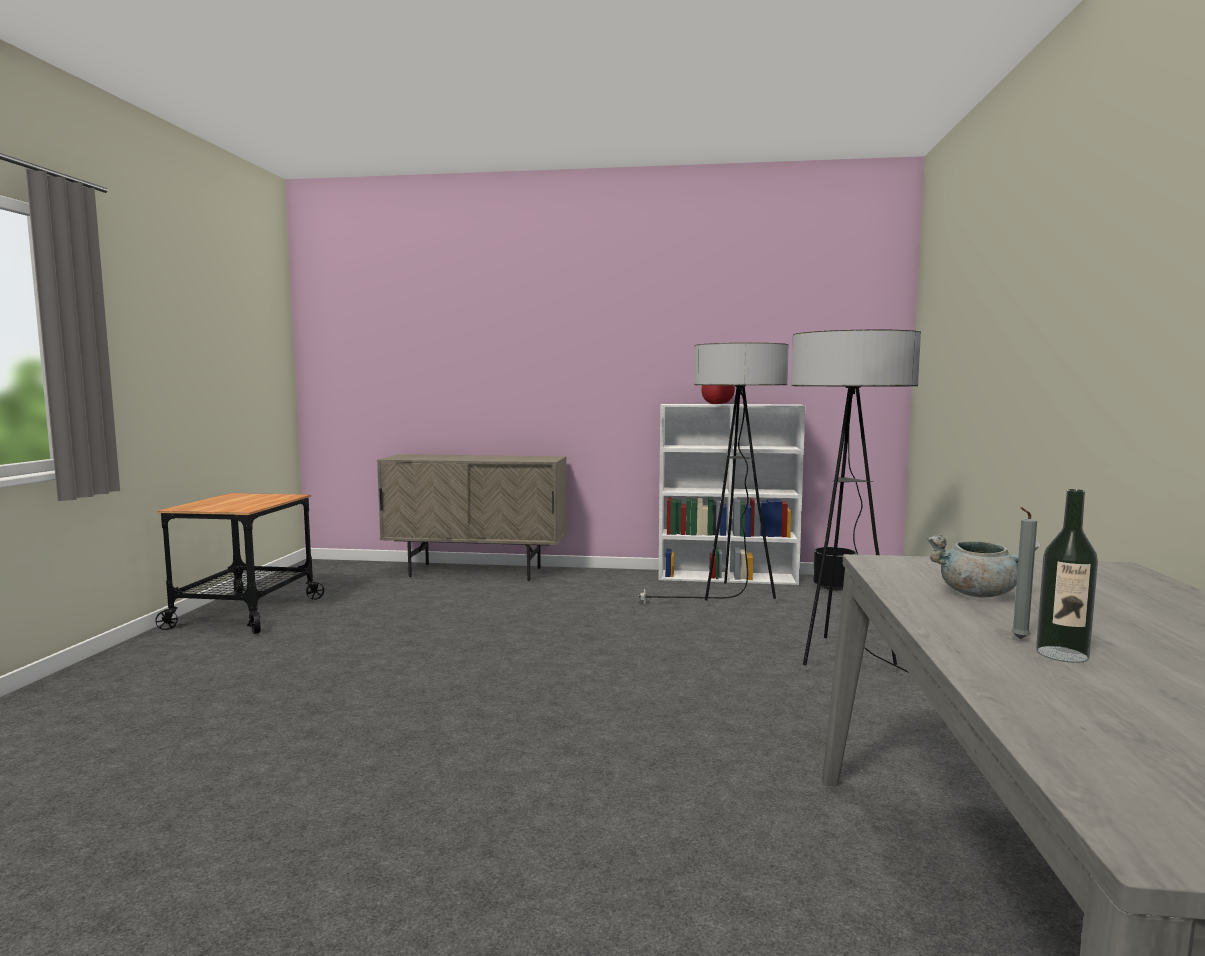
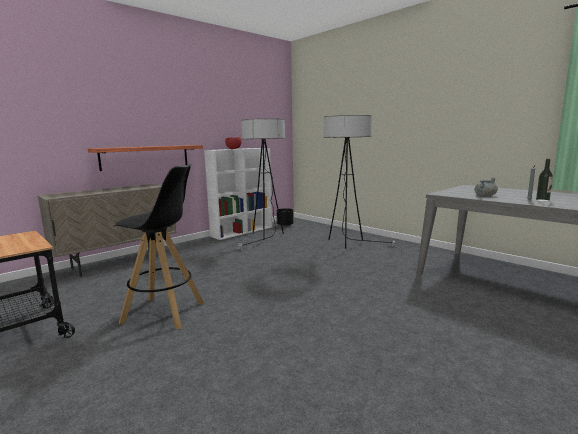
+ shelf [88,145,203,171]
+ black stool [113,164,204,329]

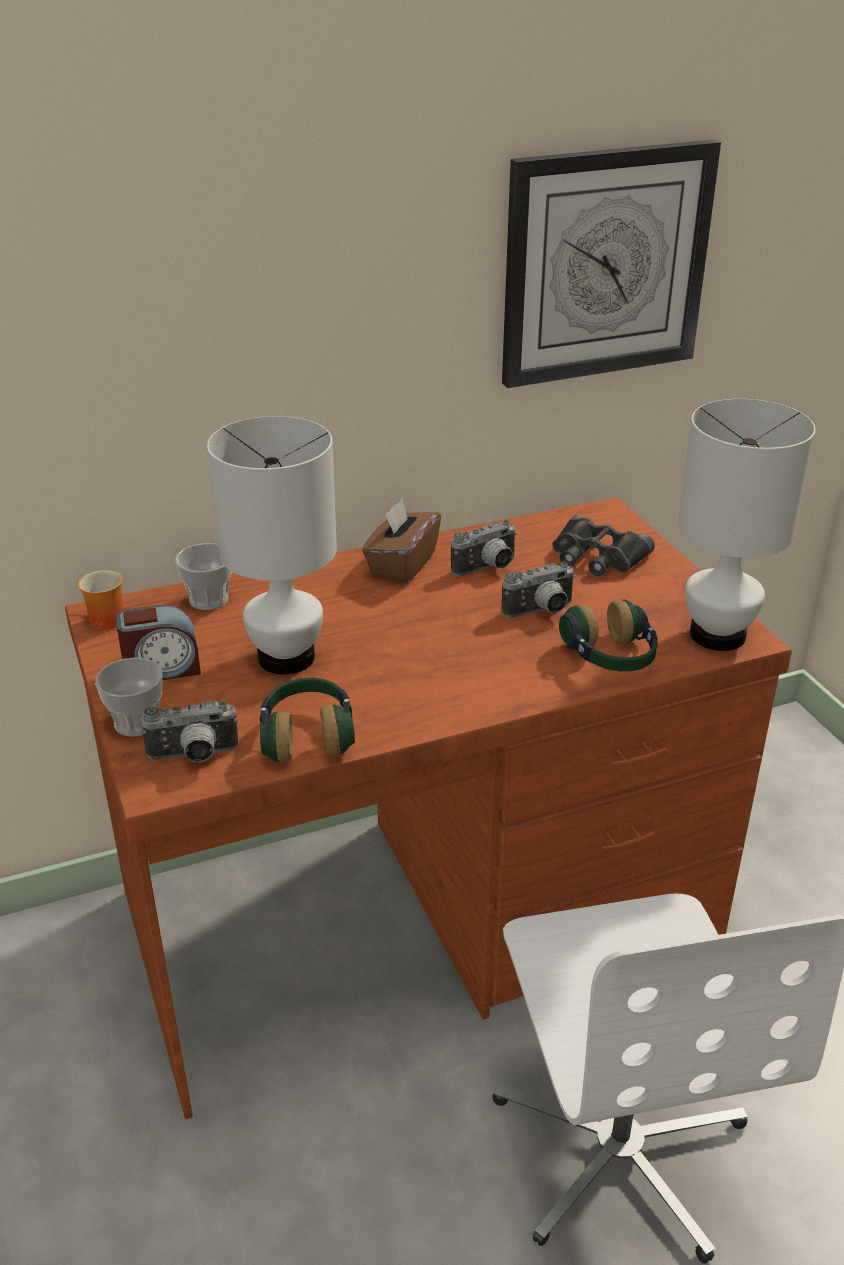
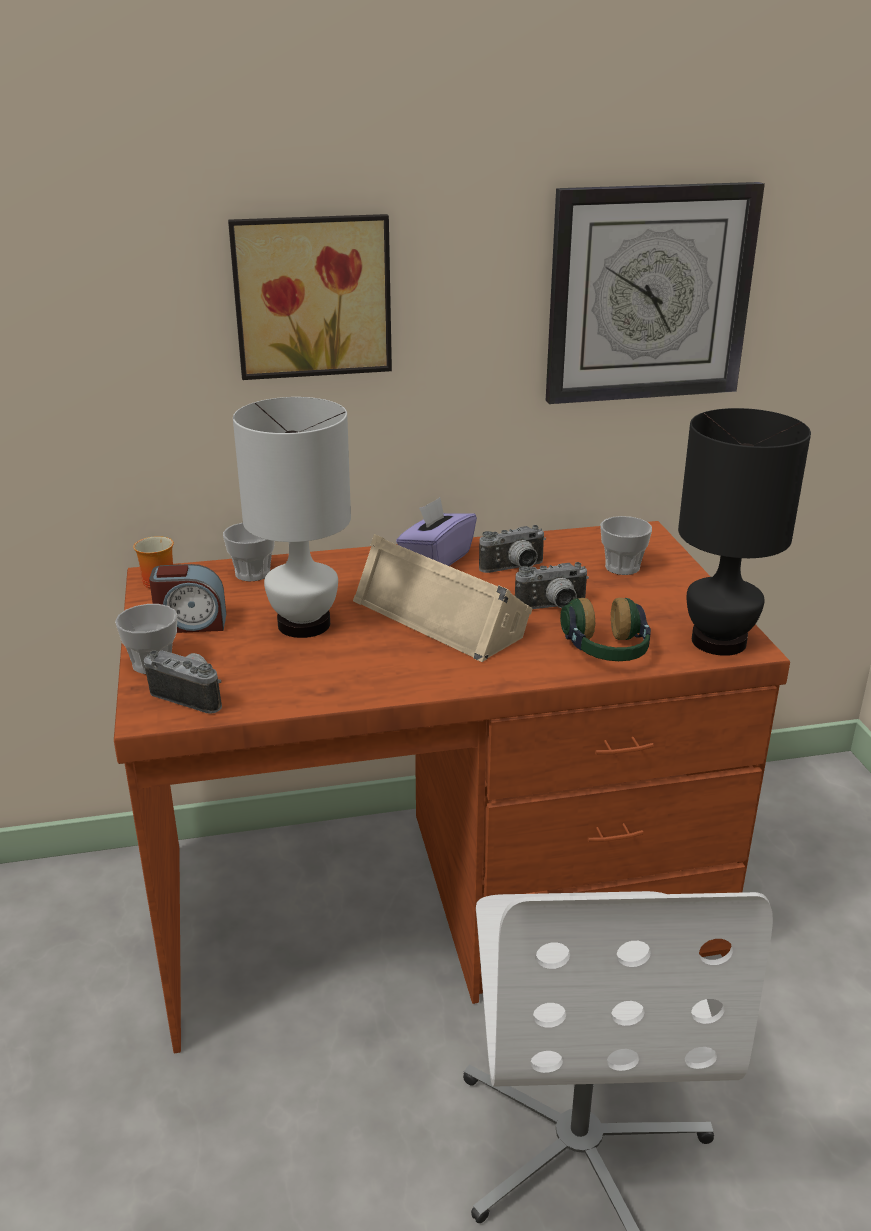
~ photo camera [141,701,238,762] = [144,650,222,713] 150 degrees counterclockwise
+ picture [228,214,392,380]
+ beige speaker [353,534,532,662]
~ brown tissue box [362,498,441,583] to purple tissue box [396,497,477,566]
~ black binoculars [552,515,655,576] to cup [600,516,652,575]
~ white table lamp [678,399,816,651] to black table lamp [678,408,811,656]
- headphones [260,678,355,762]

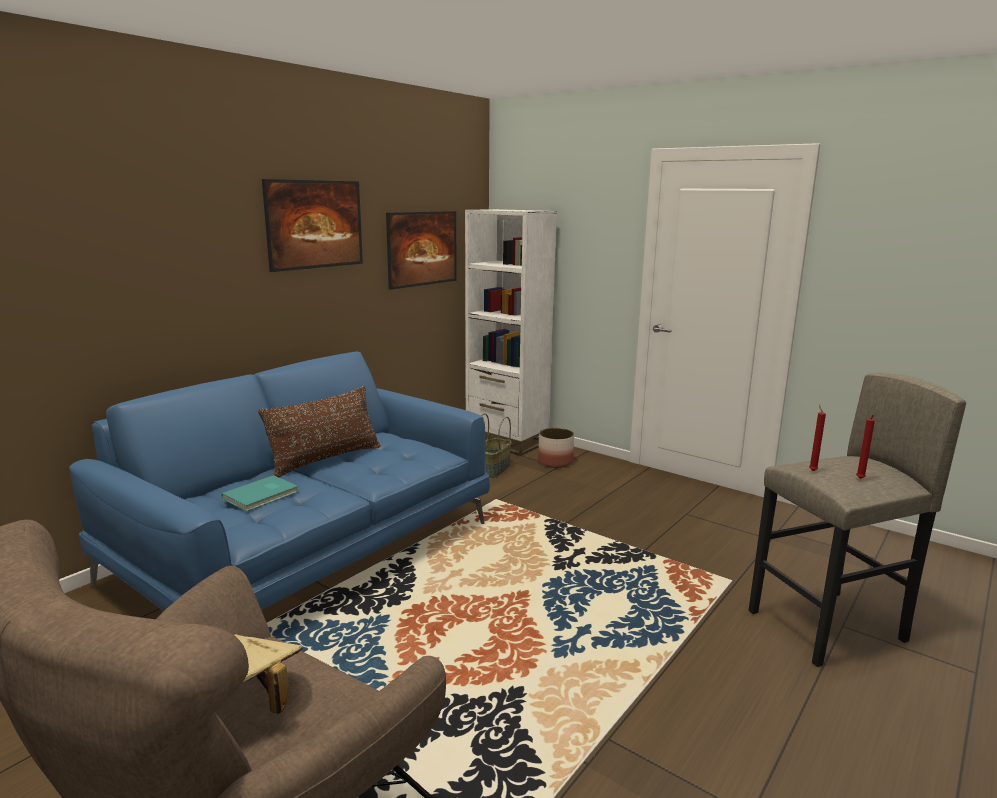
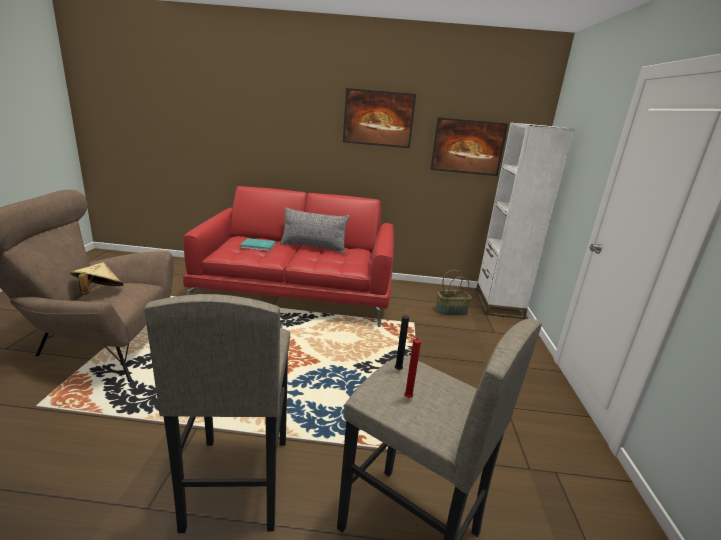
+ grey stool [144,294,290,533]
~ blue sofa [69,351,490,611] to red sofa [183,186,394,327]
~ brown pillow [258,386,380,477] to grey pillow [280,208,350,253]
~ red candle [809,405,826,471] to black candle [395,309,412,370]
- planter [538,428,574,468]

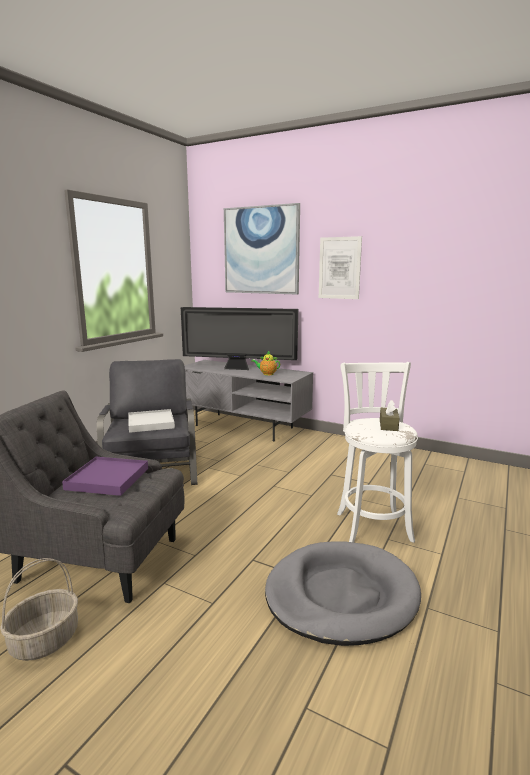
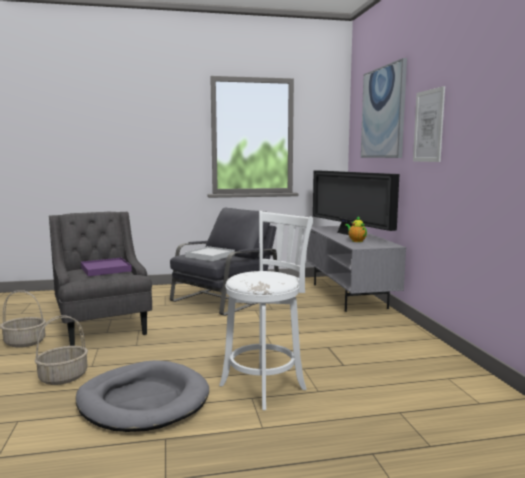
+ basket [35,315,88,385]
- brown tissue box [380,400,399,431]

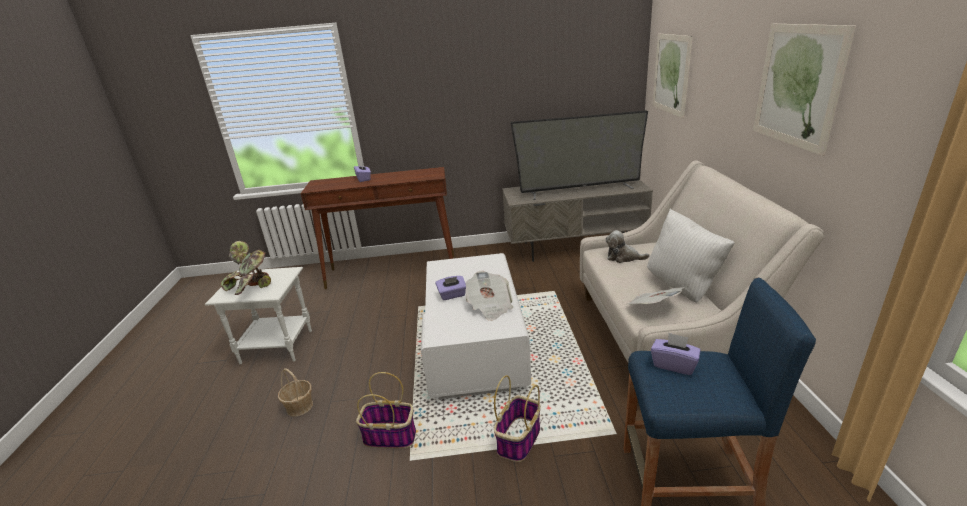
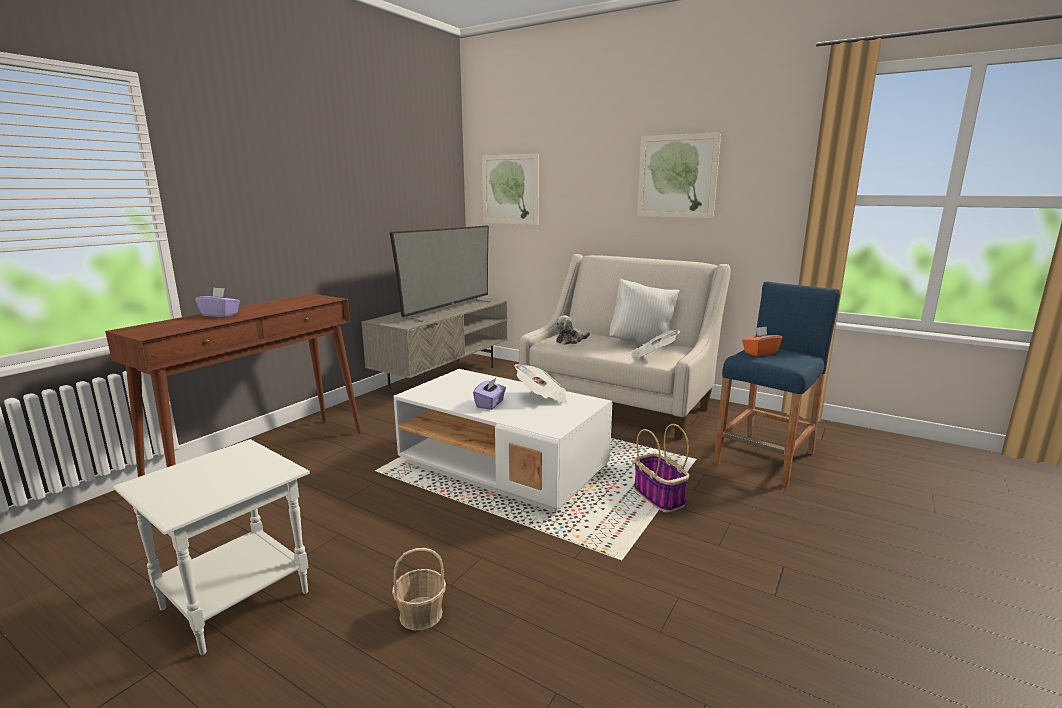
~ purple tissue box [651,333,701,375] to orange tissue box [742,326,782,356]
- potted plant [221,241,271,295]
- basket [356,372,416,448]

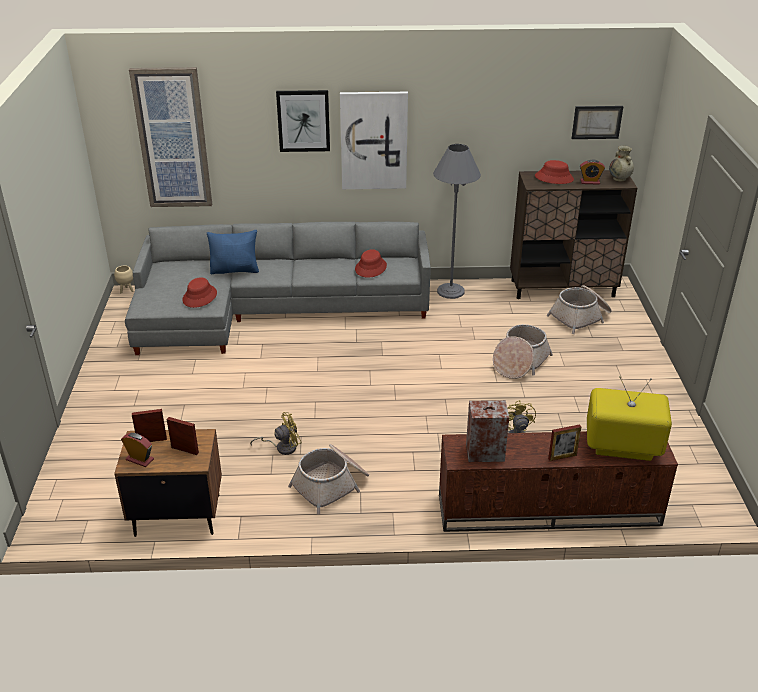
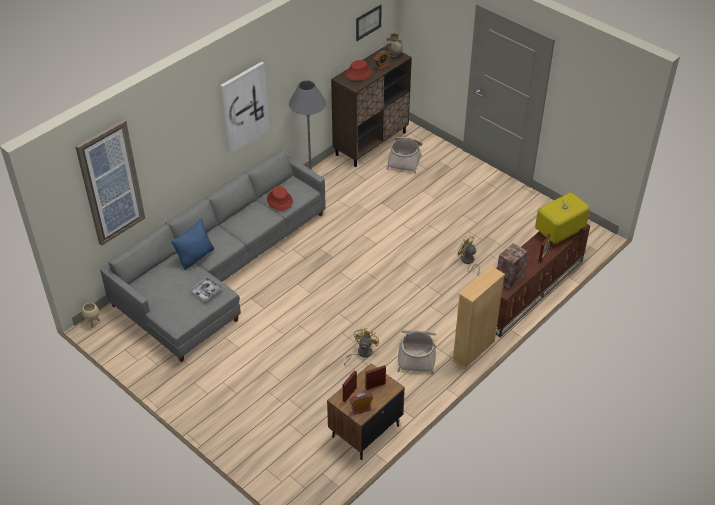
~ red hat [182,277,217,308] to tray [189,277,223,301]
+ beige bookcase [452,266,505,369]
- picture [276,90,330,152]
- basket [493,324,553,379]

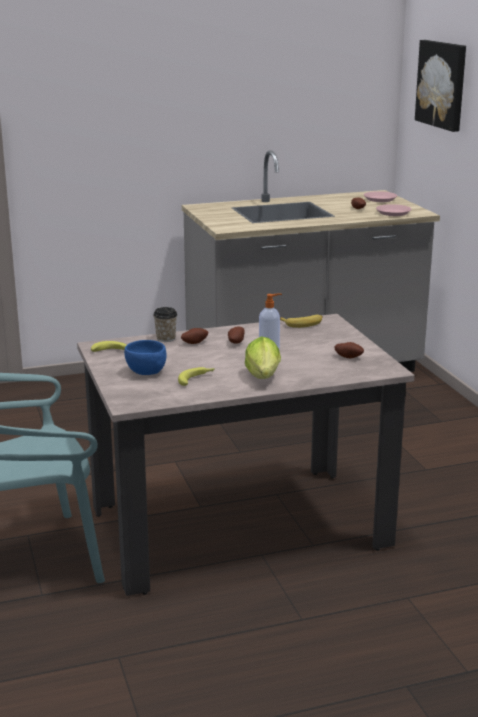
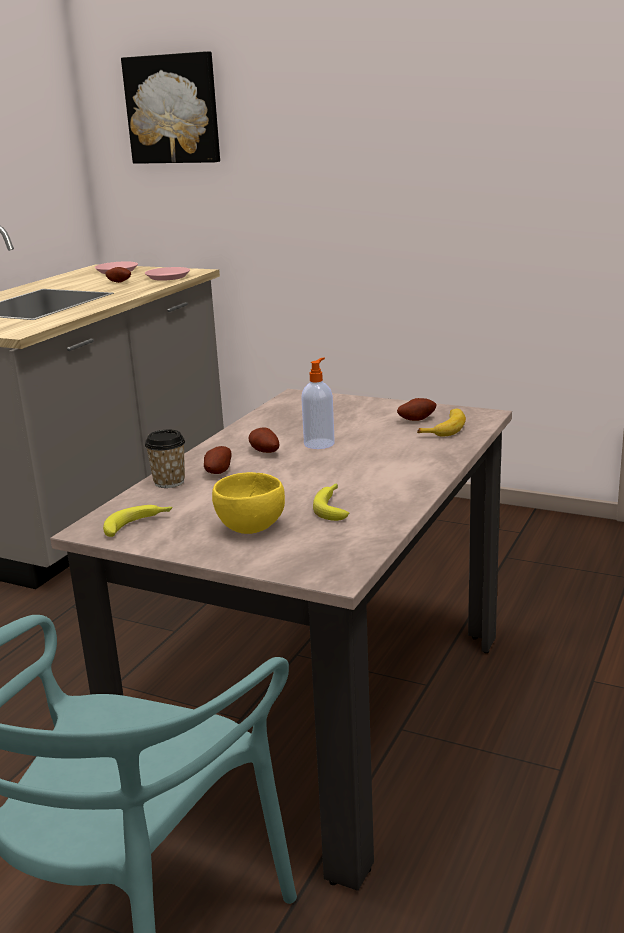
~ blue bowl [124,340,167,375] to yellow bowl [212,472,285,534]
~ banana [280,315,323,328] to [417,409,466,437]
- lettuce [245,336,281,379]

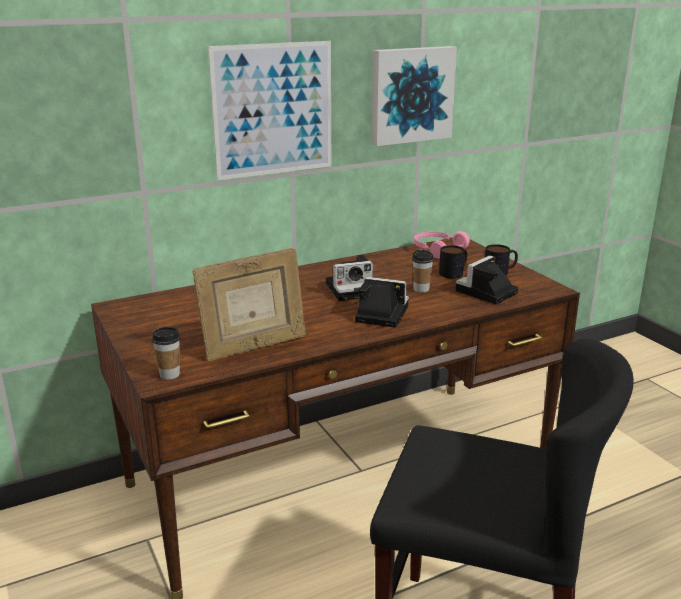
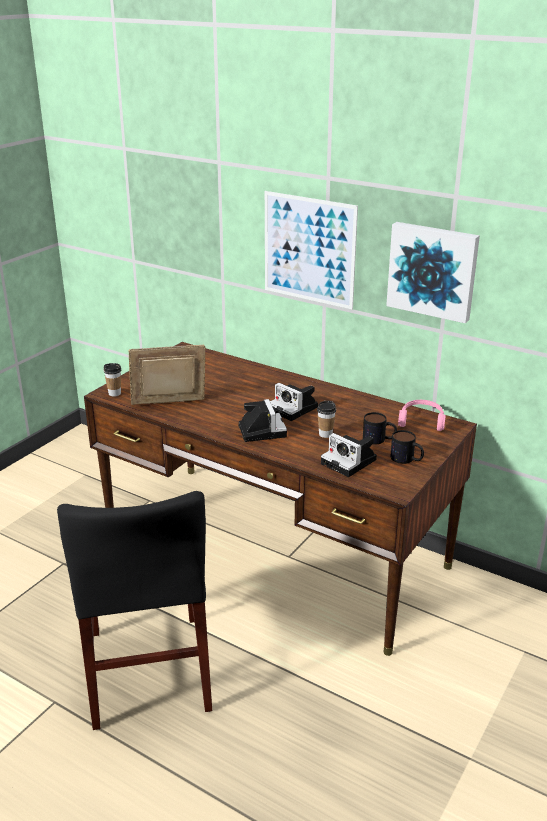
~ picture frame [192,248,306,361] = [128,345,206,405] 135 degrees clockwise
~ photo camera [456,256,518,304] = [321,433,377,477] 150 degrees counterclockwise

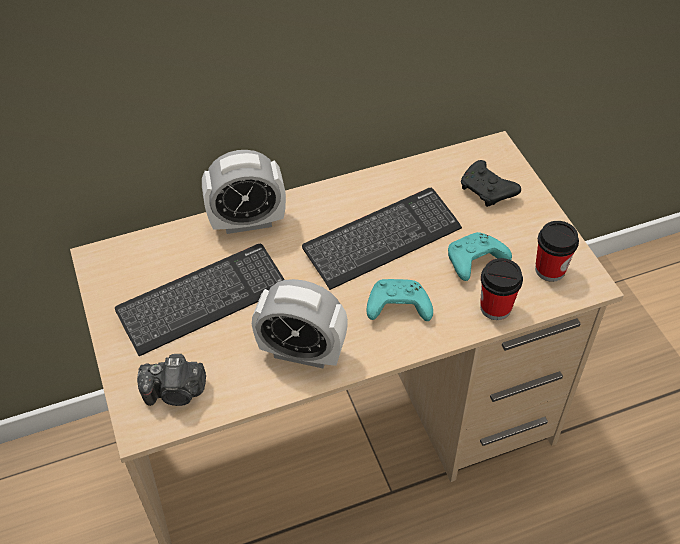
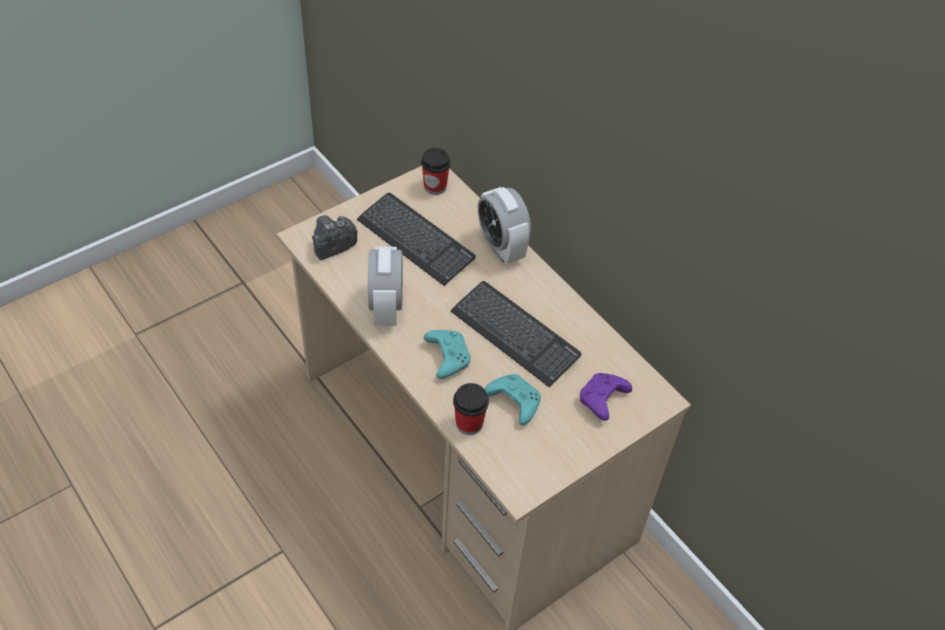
~ photo camera [137,354,206,406] = [312,215,358,260] 75 degrees clockwise
~ cup [535,221,579,282] to [421,148,451,195]
~ black game controller [461,160,521,207] to purple game controller [580,373,632,421]

